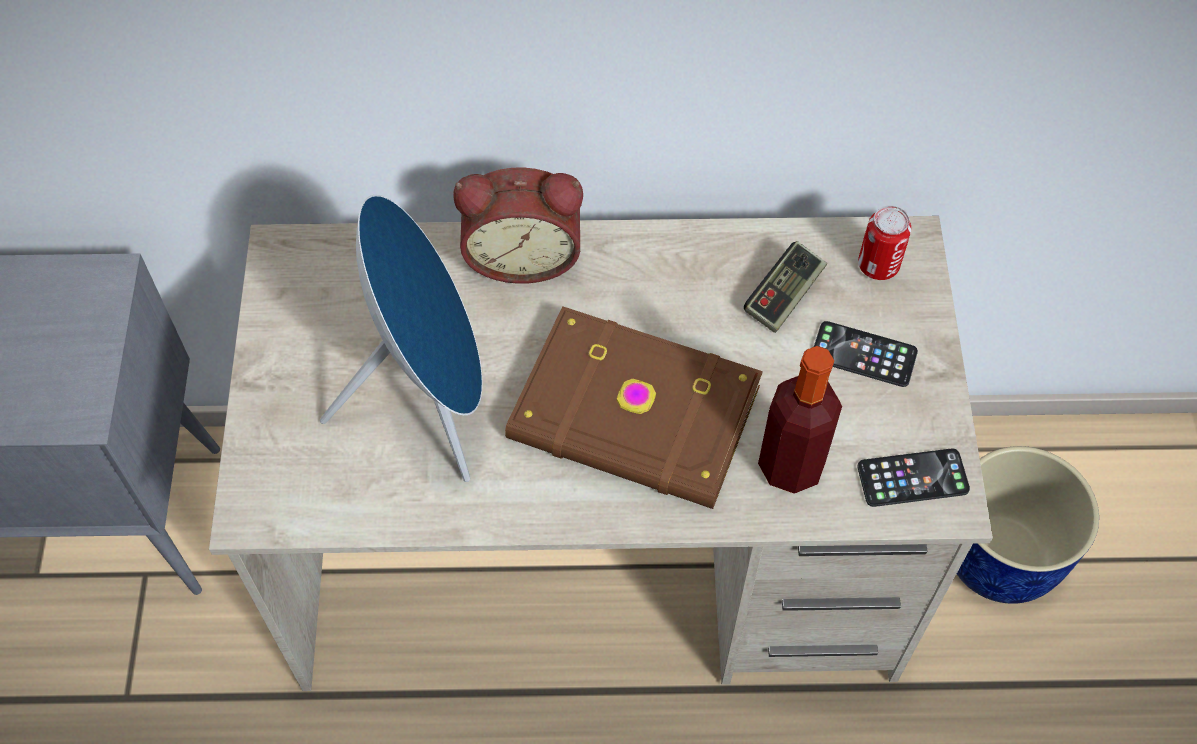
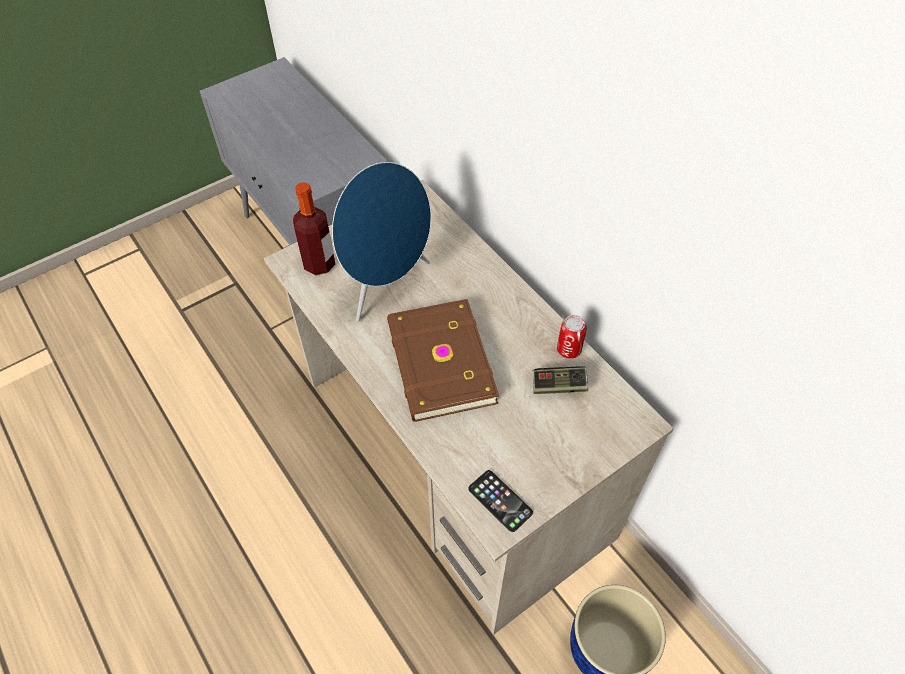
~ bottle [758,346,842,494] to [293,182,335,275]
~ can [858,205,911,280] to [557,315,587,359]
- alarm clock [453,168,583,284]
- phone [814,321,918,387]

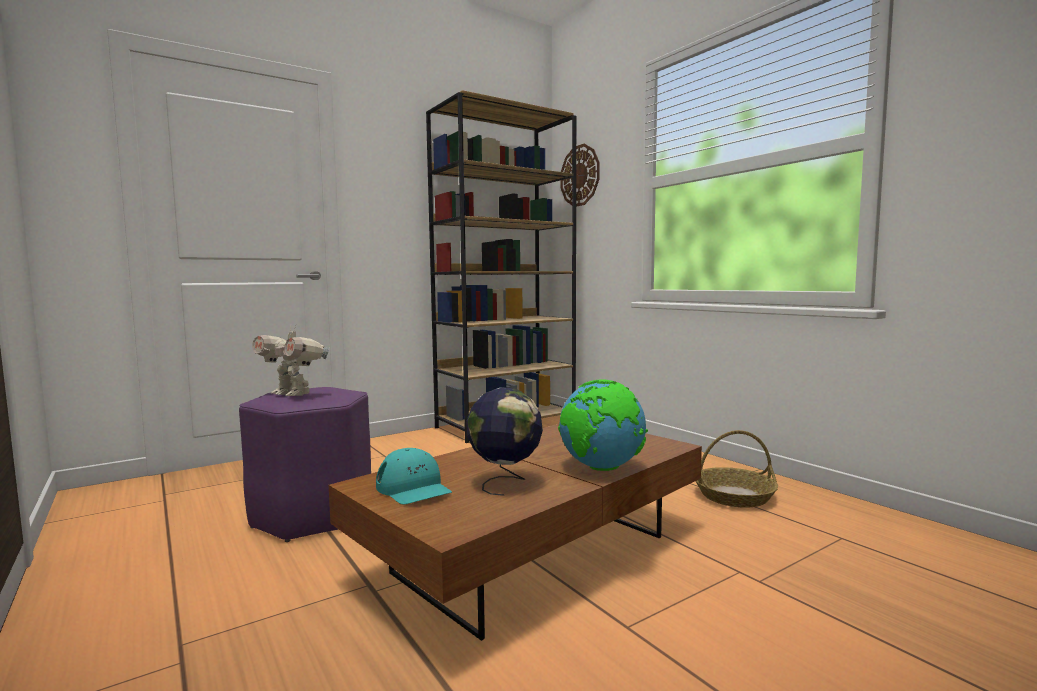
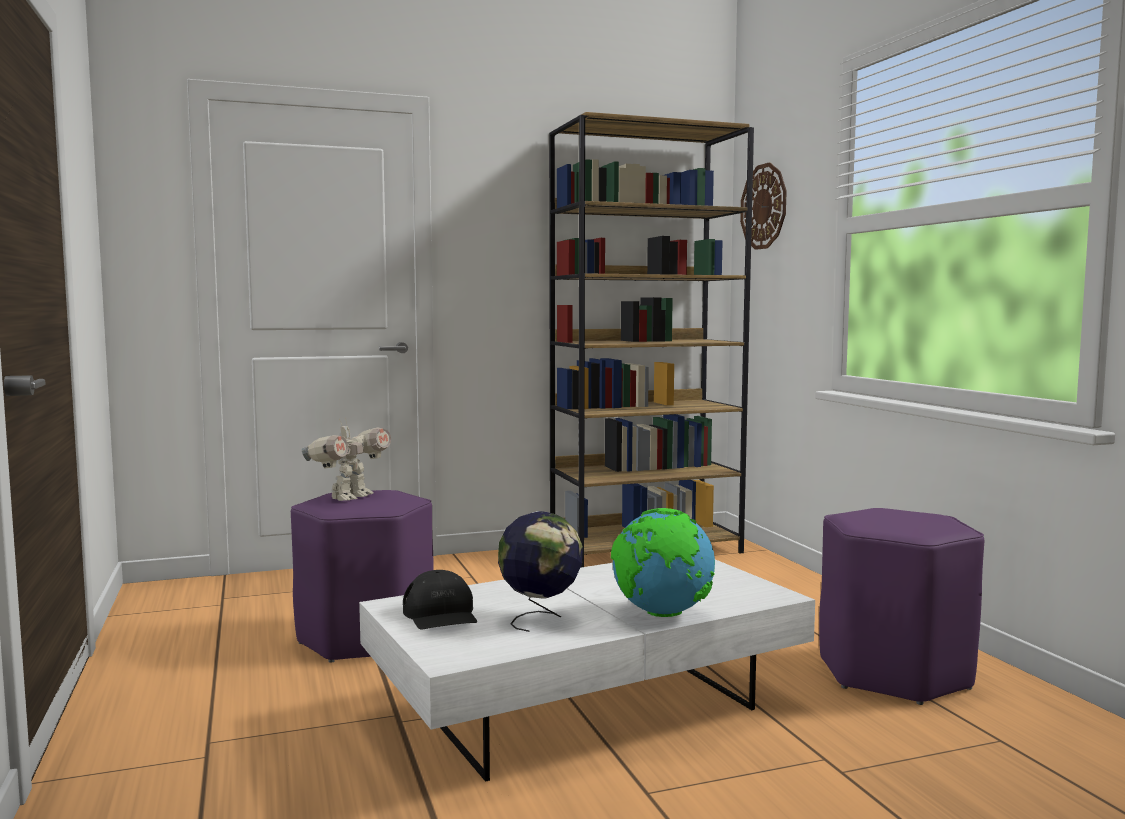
~ toy robot [252,325,330,396] = [302,418,391,501] 105 degrees counterclockwise
~ brown coffee table [329,424,702,641] to white coffee table [359,560,815,782]
~ turquoise cap [376,448,452,504] to black cap [403,570,477,629]
~ basket [696,430,778,508] to purple stool [819,508,984,705]

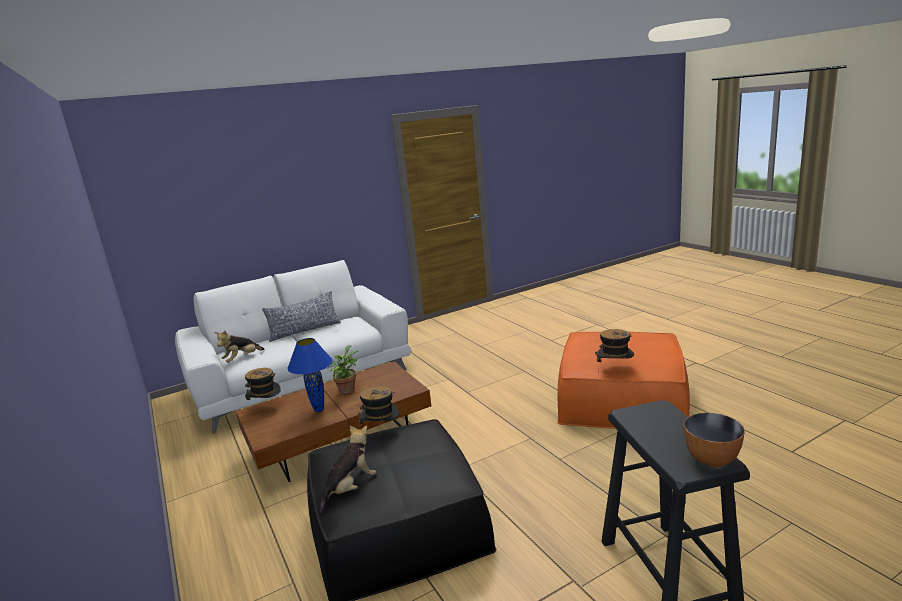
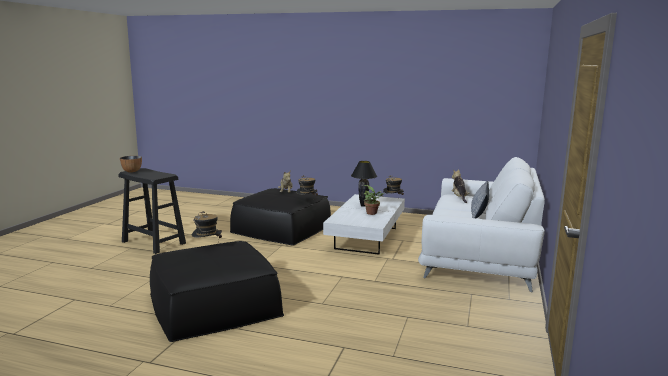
~ orange ottoman [558,332,690,429] to black ottoman [150,241,284,342]
~ brown coffee table [236,361,431,482] to white coffee table [323,194,405,255]
~ blue table lamp [287,338,332,412] to black table lamp [351,161,377,207]

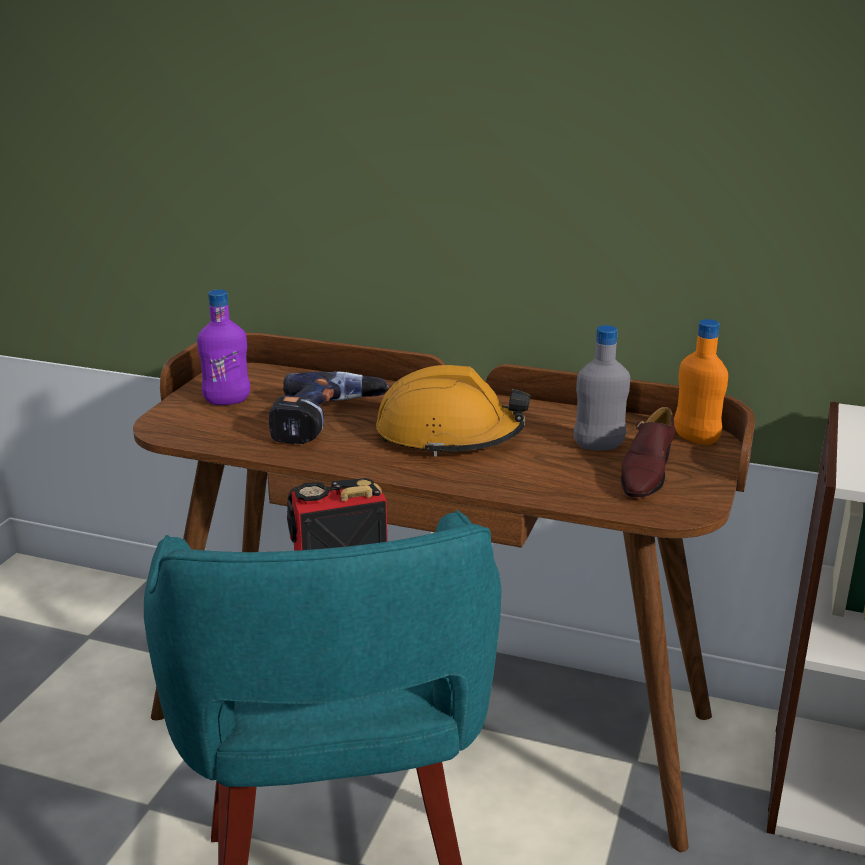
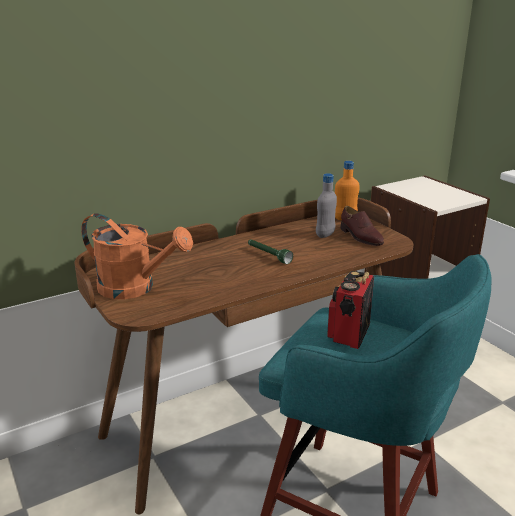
~ purple bottle [197,289,250,405] to orange watering can [81,213,193,299]
~ orange hard hat [376,365,530,457] to green flashlight [248,239,293,264]
- power drill [269,371,389,444]

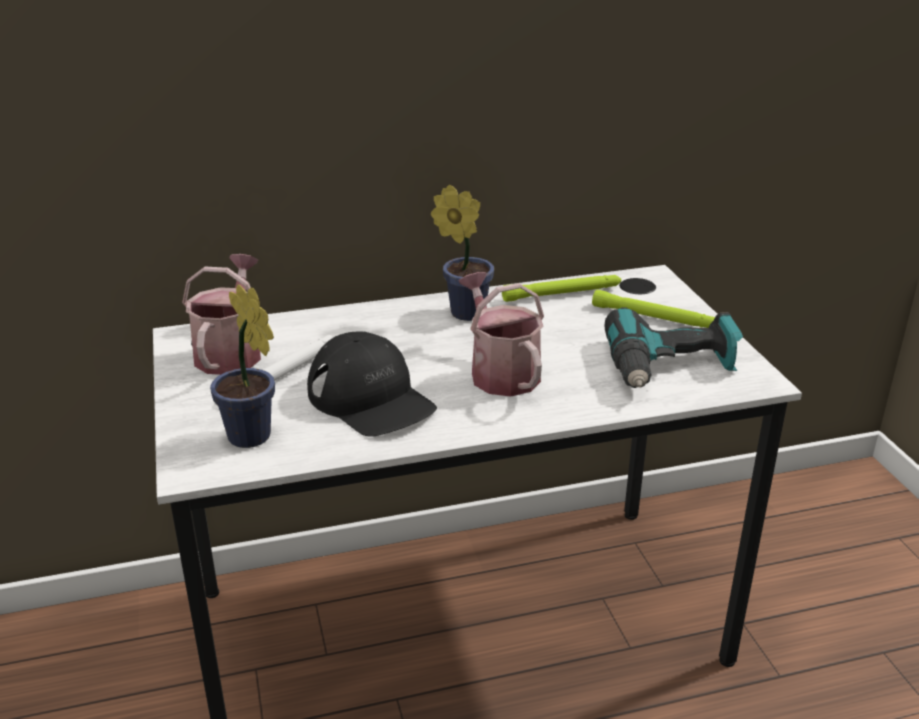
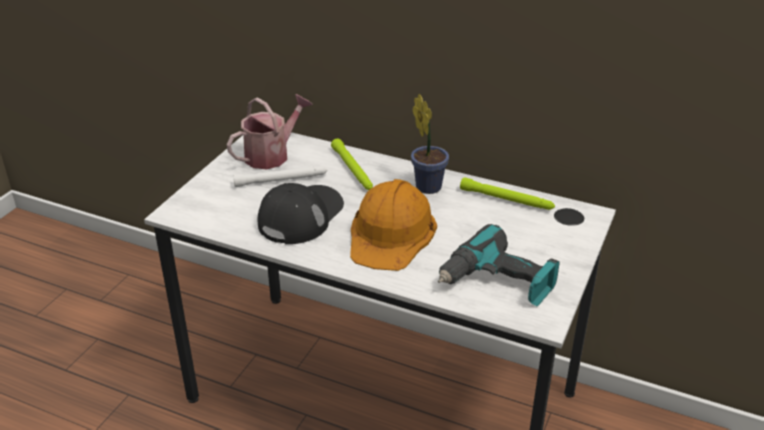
~ black cap [307,331,437,437] = [258,183,344,244] 150 degrees counterclockwise
~ green flashlight [592,290,715,328] to [331,139,373,190]
~ watering can [458,272,544,397] to orange hard hat [350,179,437,271]
- potted plant [210,284,275,448]

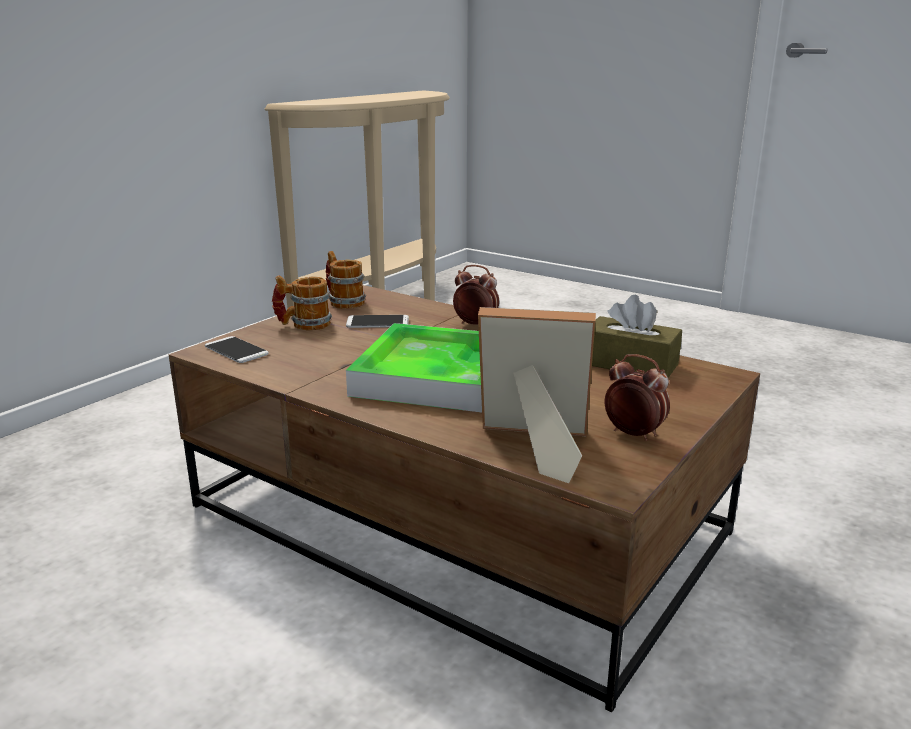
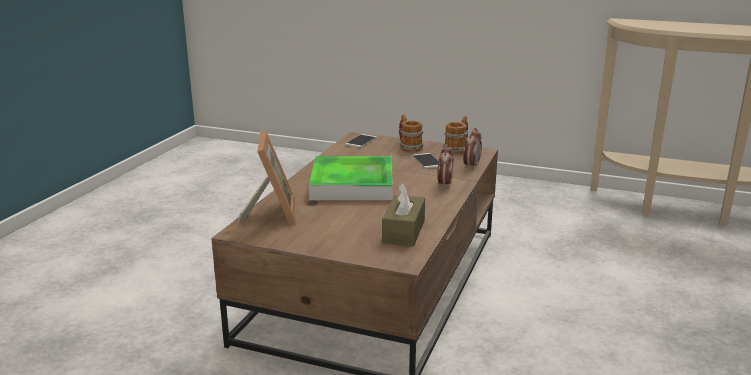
~ alarm clock [605,354,670,441] to [463,128,482,169]

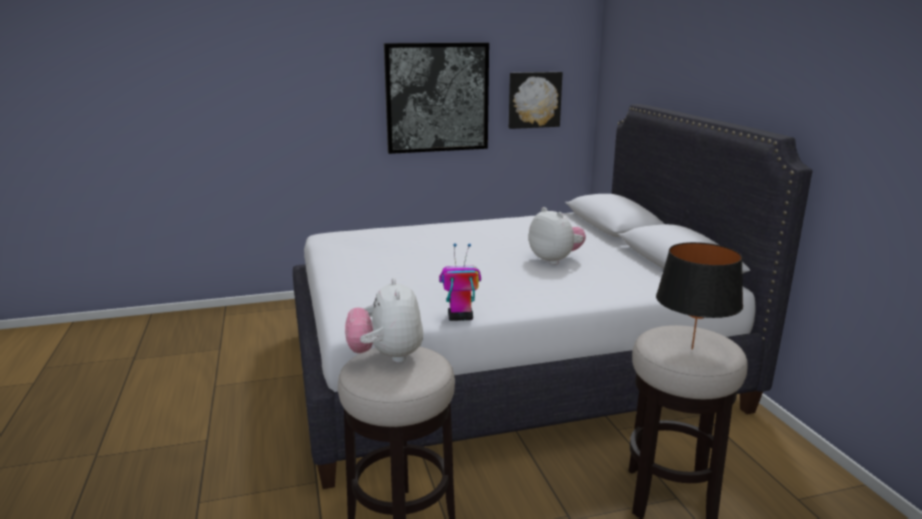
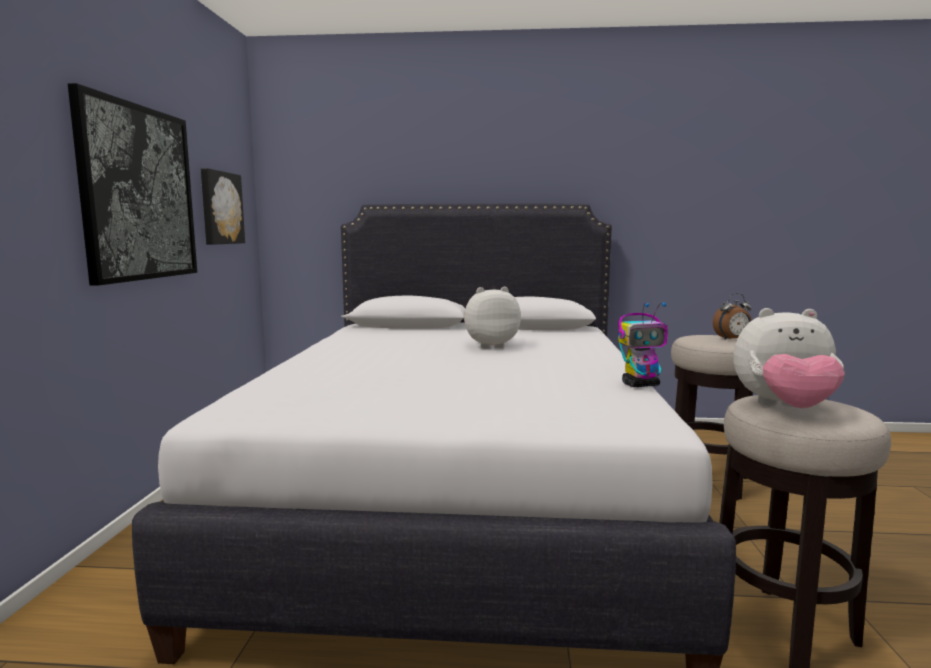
~ toy robot [439,243,481,321] = [618,302,668,387] 120 degrees counterclockwise
~ black table lamp [656,242,743,349] to alarm clock [713,293,752,340]

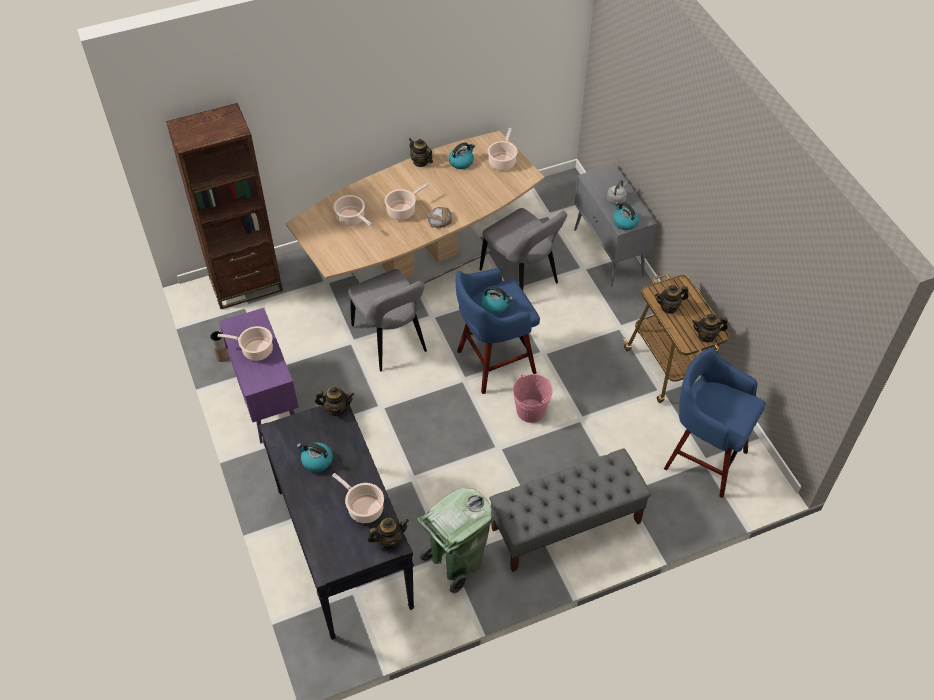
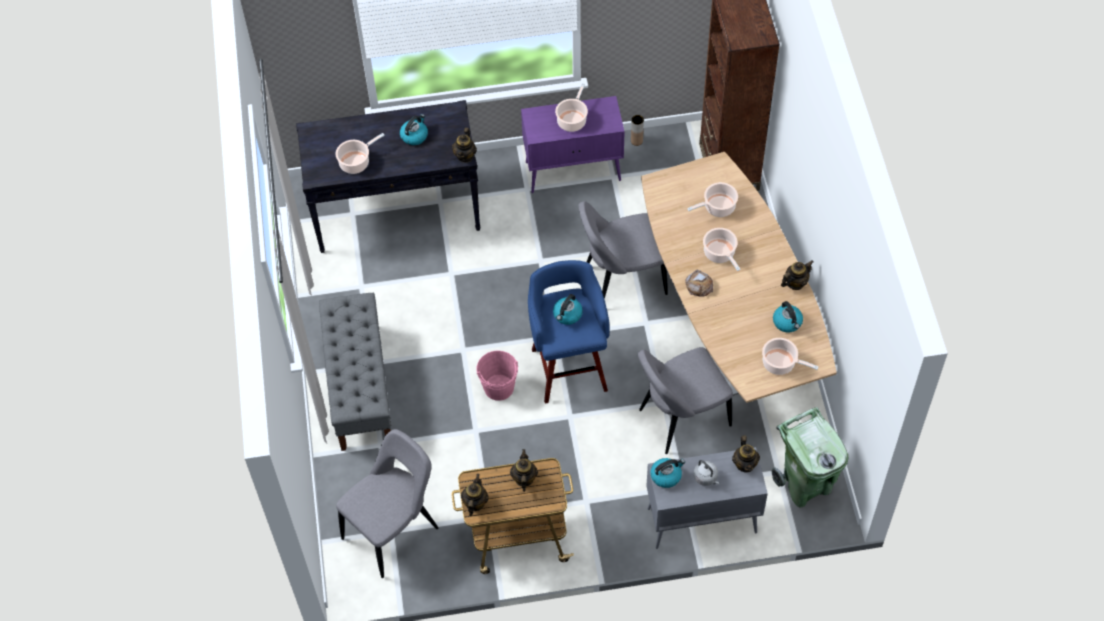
~ blue stool [664,348,766,498] to grey chair [336,429,438,578]
~ teapot [368,518,409,549] to [732,435,760,472]
~ green trash can [417,488,494,594] to [772,407,848,508]

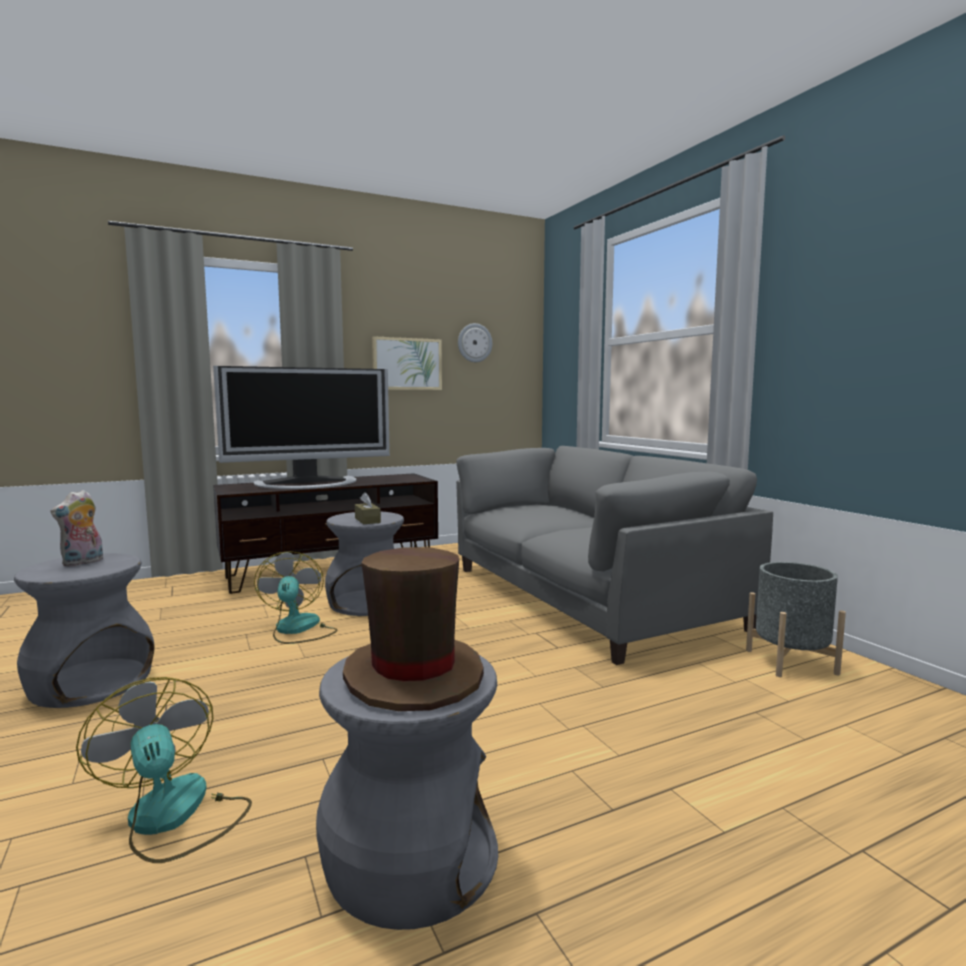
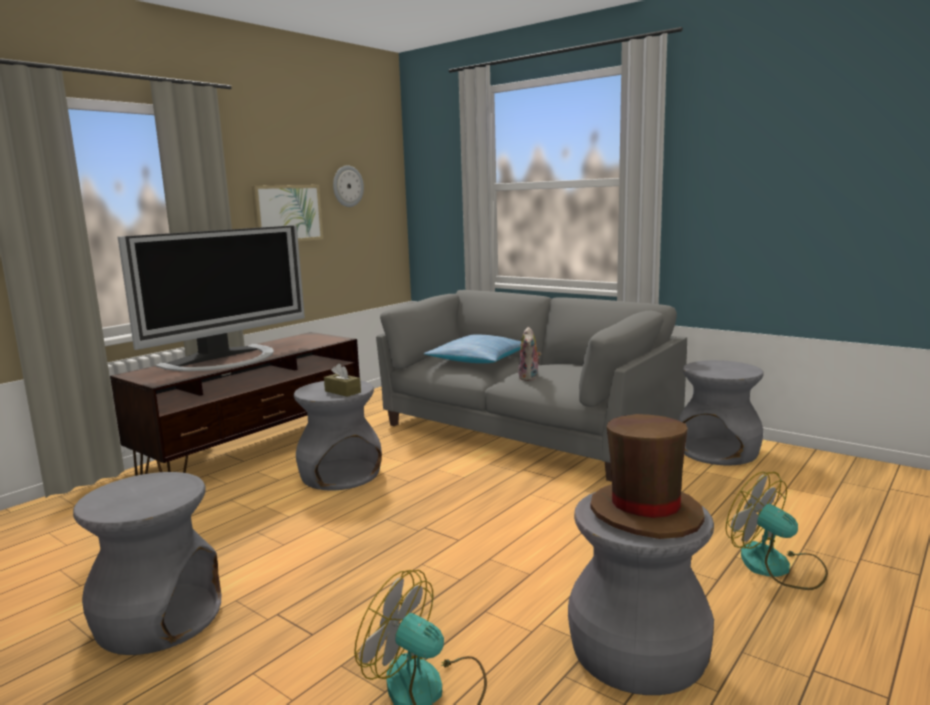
+ pillow [424,334,521,363]
~ plush toy [50,490,103,567] to [518,327,542,381]
~ grey planter [746,562,846,677] to grey stool [678,360,764,465]
~ fan [254,551,337,644] to [726,472,828,590]

